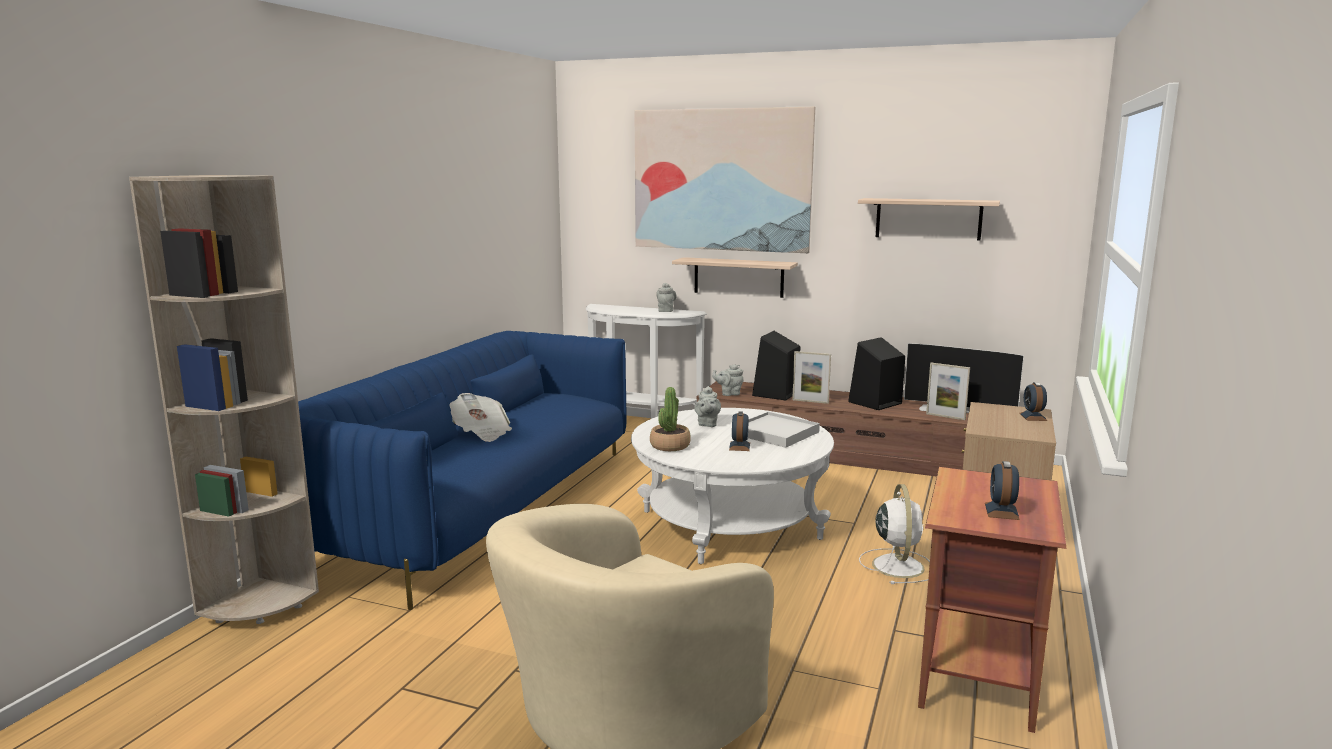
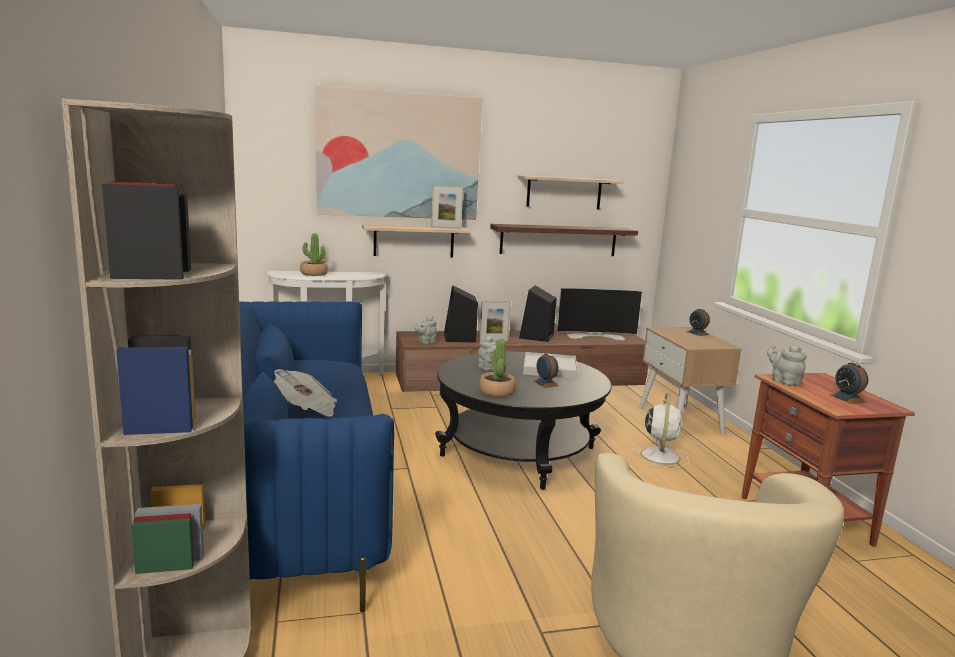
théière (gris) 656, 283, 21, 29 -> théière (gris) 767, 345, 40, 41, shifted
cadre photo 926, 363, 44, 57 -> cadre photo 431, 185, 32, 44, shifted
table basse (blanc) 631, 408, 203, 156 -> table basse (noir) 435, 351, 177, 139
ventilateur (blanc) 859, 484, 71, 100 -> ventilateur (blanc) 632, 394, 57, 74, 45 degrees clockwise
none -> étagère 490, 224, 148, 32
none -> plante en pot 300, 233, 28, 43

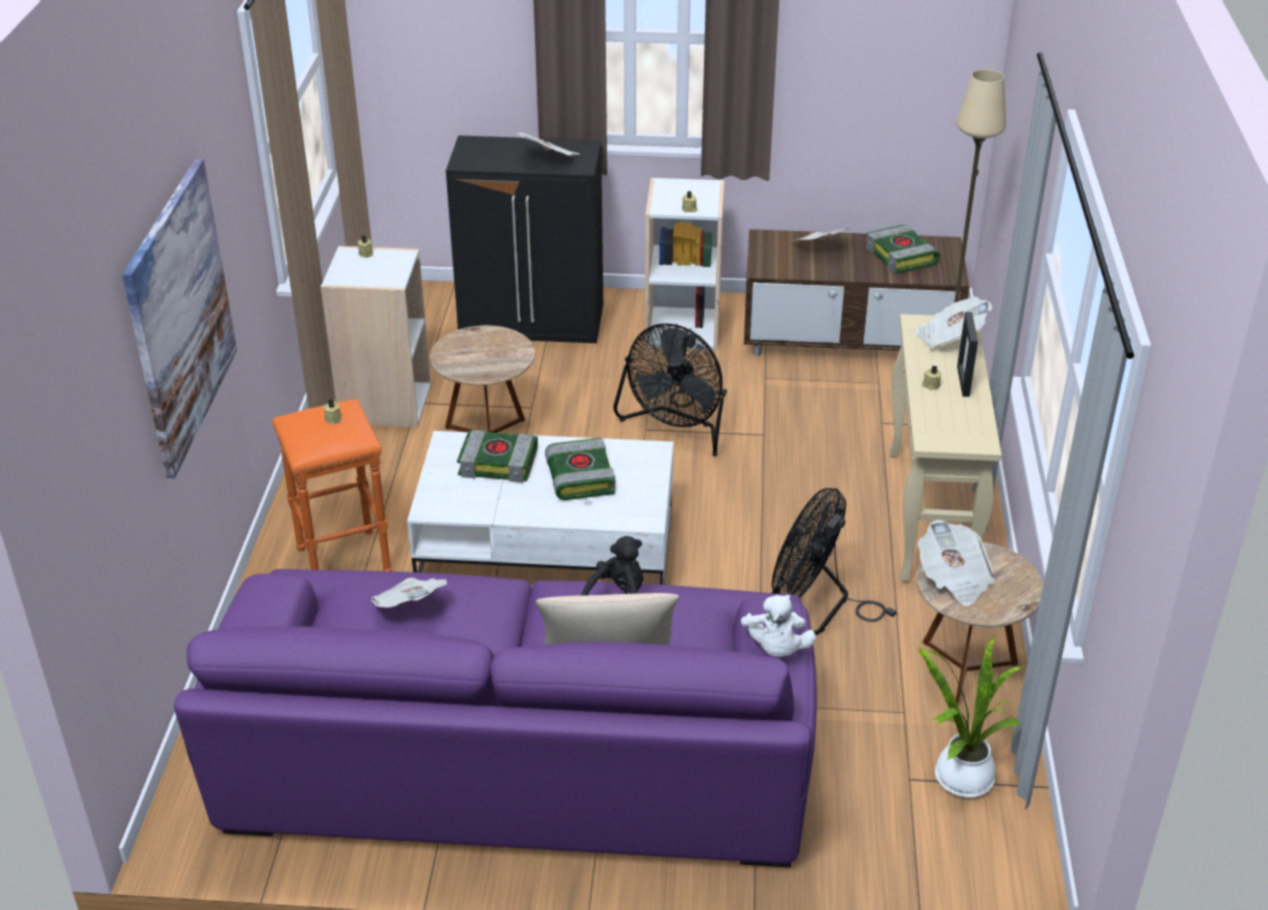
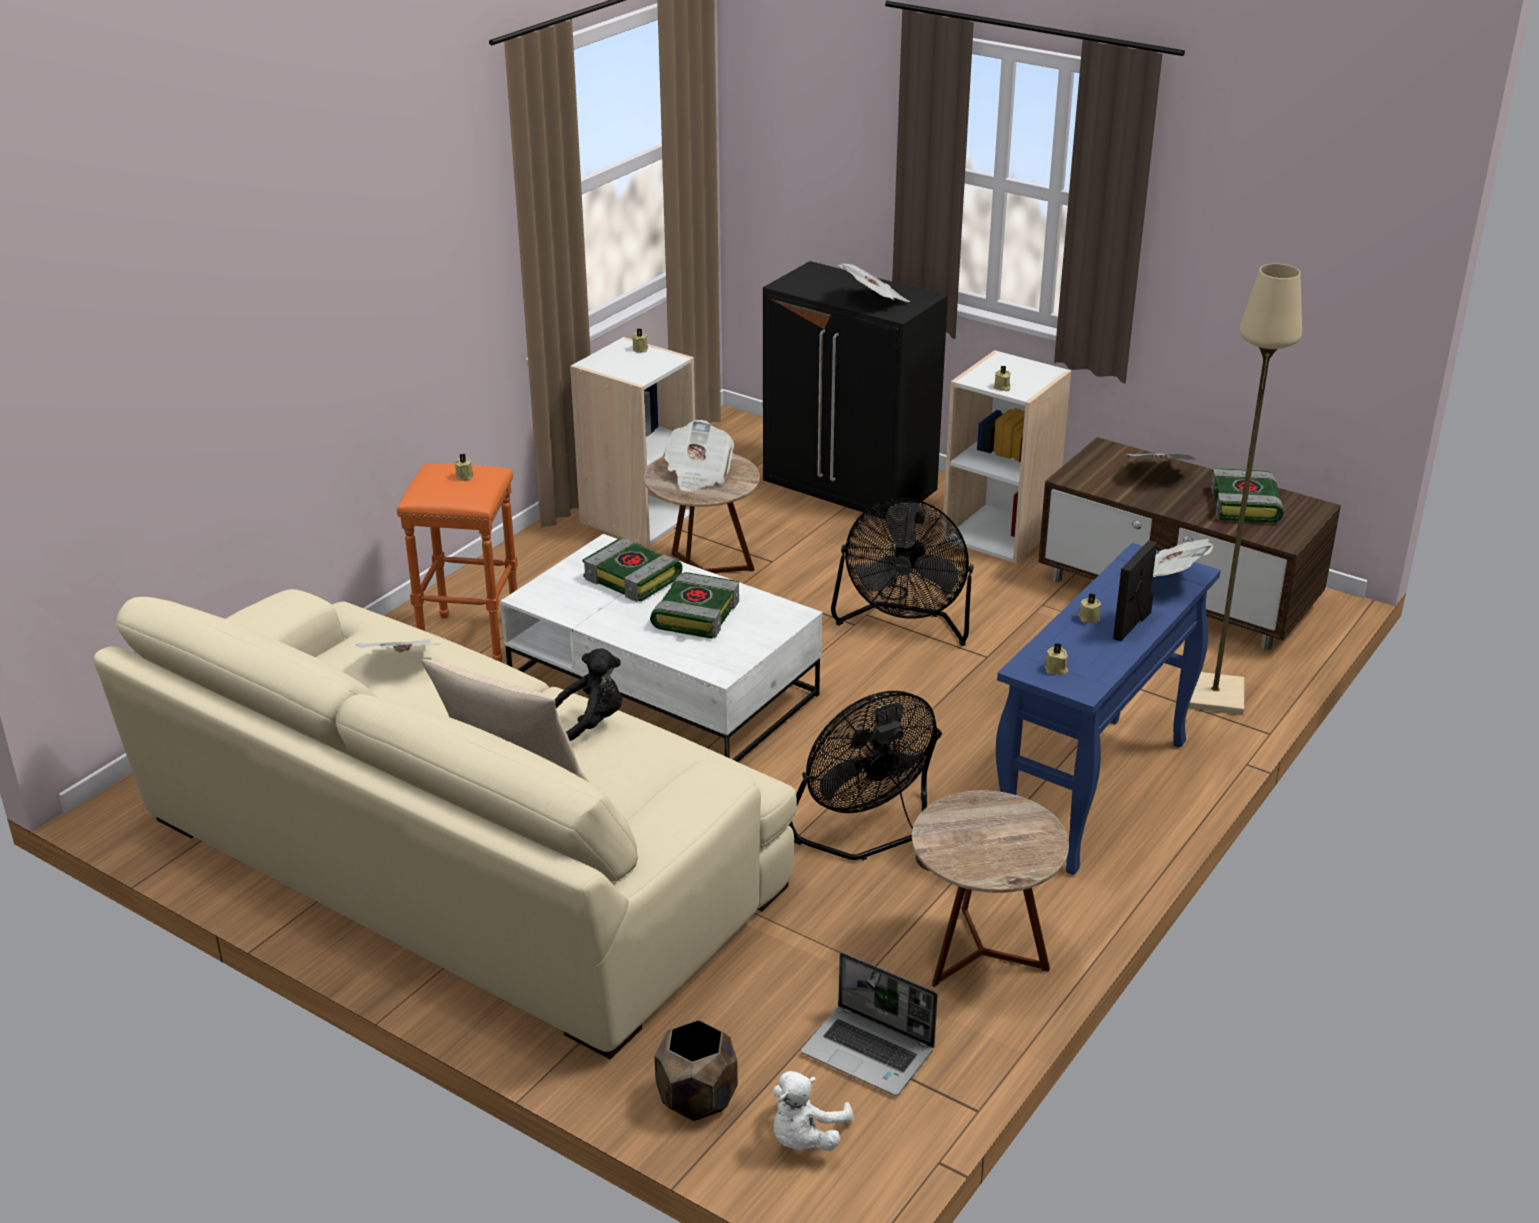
tableau 122, 159, 115, 319 -> none
table console (beige) 890, 314, 112, 269 -> table console (bleu) 996, 543, 225, 332
ventilateur (noir) 614, 324, 113, 132 -> ventilateur (noir) 831, 498, 143, 148, 45 degrees counterclockwise
journal 918, 519, 77, 87 -> journal 663, 420, 72, 71, shifted
canapé (violet) 174, 569, 643, 299 -> canapé (beige) 93, 589, 704, 471
peluche (blanc) 741, 594, 75, 63 -> peluche (blanc) 772, 1071, 82, 80, shifted
plante en pot 917, 636, 107, 162 -> ordinateur portable 801, 952, 137, 144
none -> bougie (beige) 1045, 643, 23, 32
none -> cache-pot (marron) 654, 1020, 84, 101

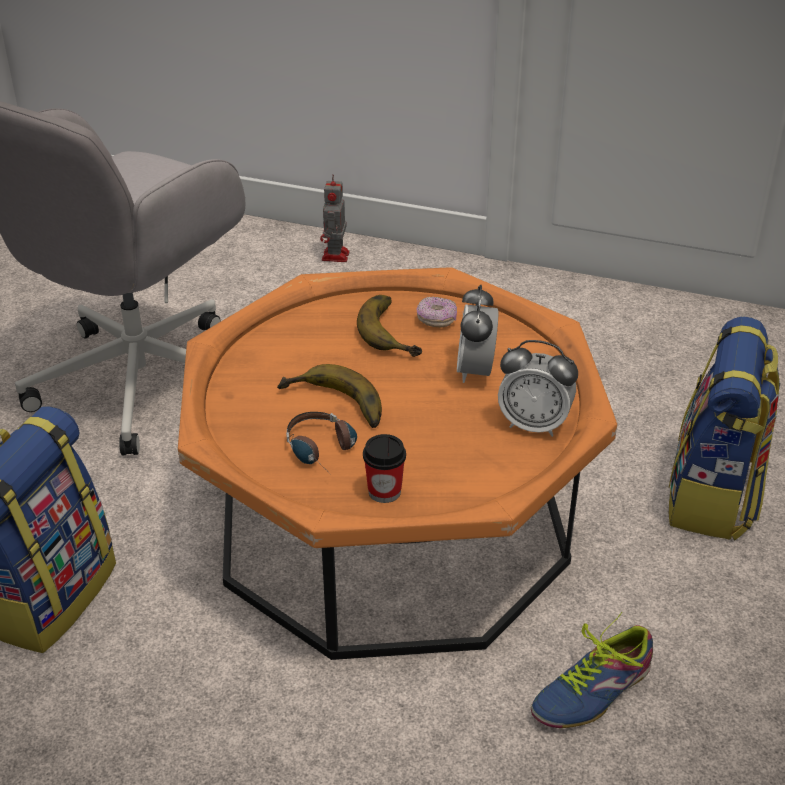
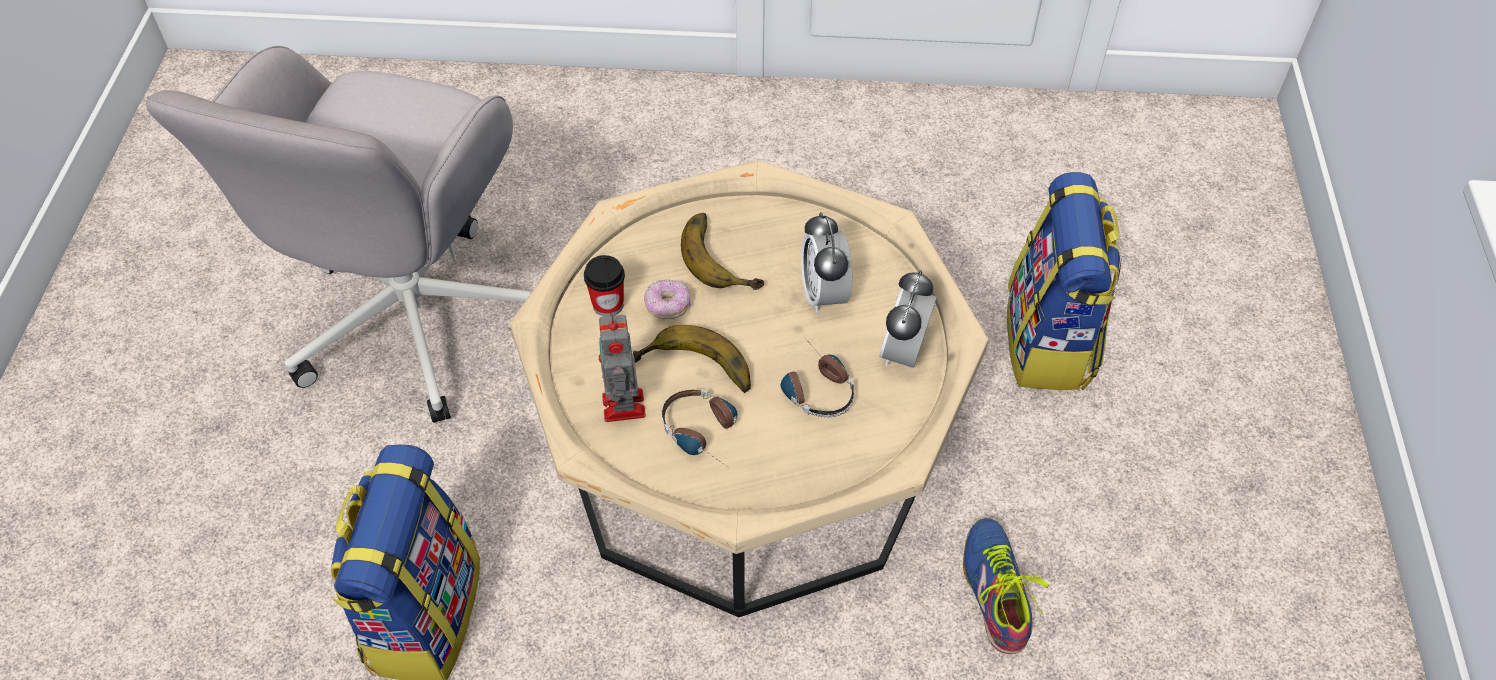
robot jouet 320, 175, 30, 87 -> robot jouet 599, 313, 47, 109, shifted
table basse (orange) 178, 267, 439, 393 -> table basse (beige) 510, 160, 478, 457
beignet 416, 297, 41, 31 -> beignet 644, 279, 46, 40, shifted
réveil 498, 340, 80, 97 -> réveil 879, 270, 58, 98, 105 degrees clockwise
tasse 363, 434, 43, 69 -> tasse 584, 255, 41, 62, shifted
chaussure 531, 612, 122, 116 -> chaussure 963, 518, 86, 136, 135 degrees clockwise
none -> casque audio 781, 337, 73, 81

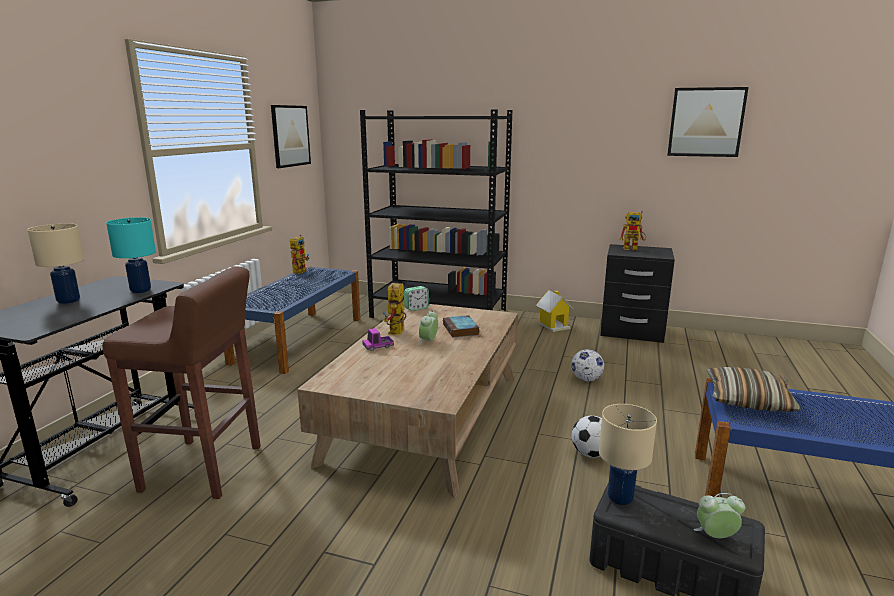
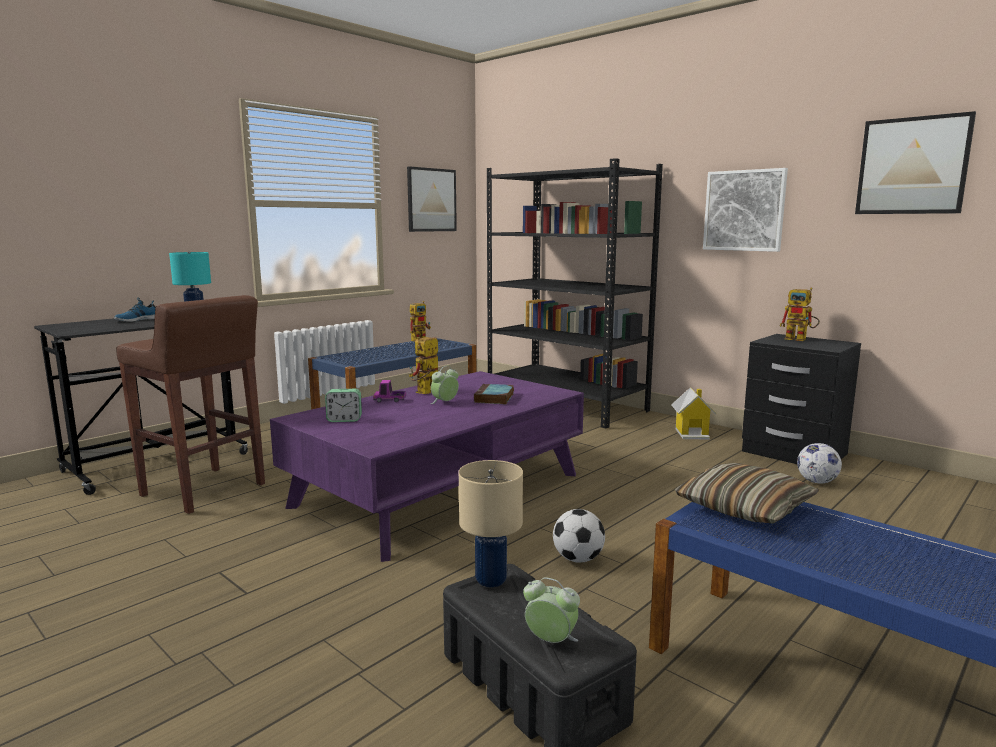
lampe de table (beige) 27, 223, 57, 81 -> chaussure 114, 298, 41, 24
réveil 404, 286, 25, 25 -> réveil 325, 389, 37, 33, shifted
table basse (marron) 297, 304, 221, 194 -> table basse (violet) 270, 371, 314, 191
ballon de foot 571, 349, 33, 32 -> ballon de foot 797, 443, 45, 41, shifted
none -> tableau 703, 168, 85, 84

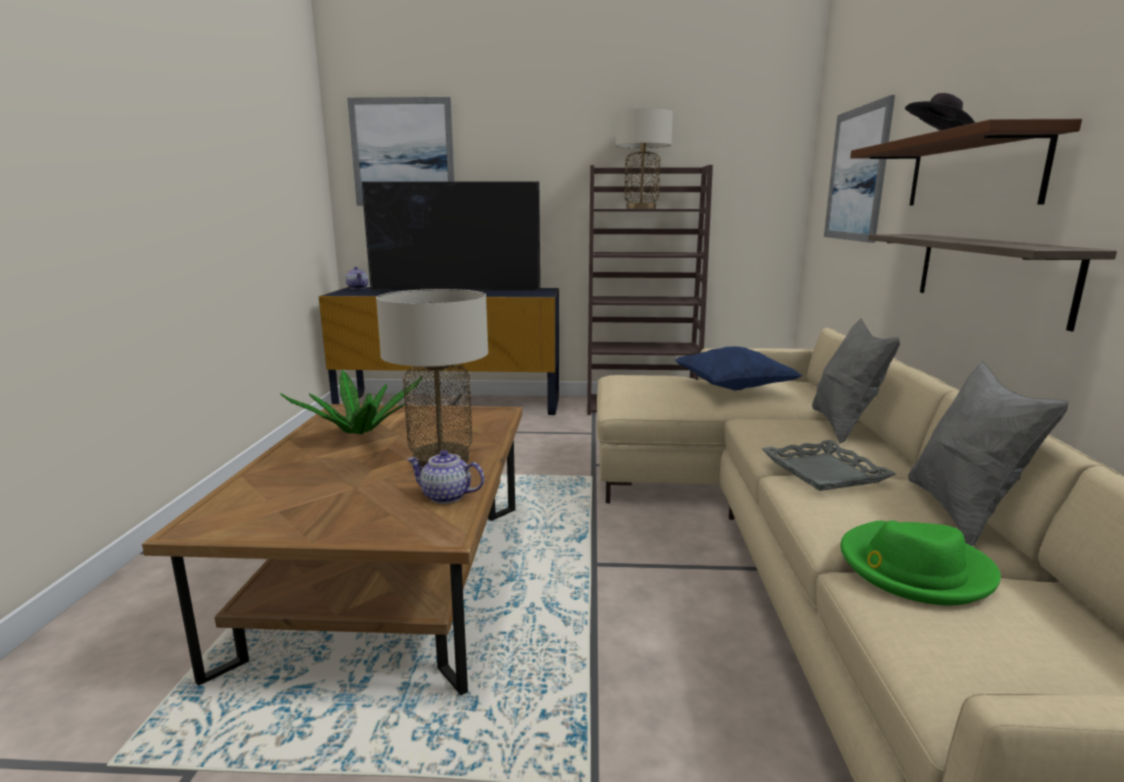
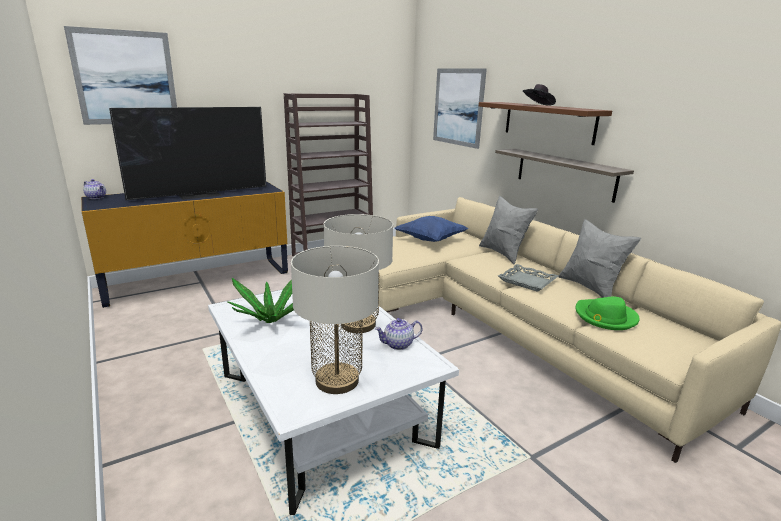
lampe de table 615, 108, 58, 101 -> lampe de table 291, 246, 88, 148, shifted
table basse (marron) 142, 404, 380, 291 -> table basse (blanc) 208, 290, 251, 225

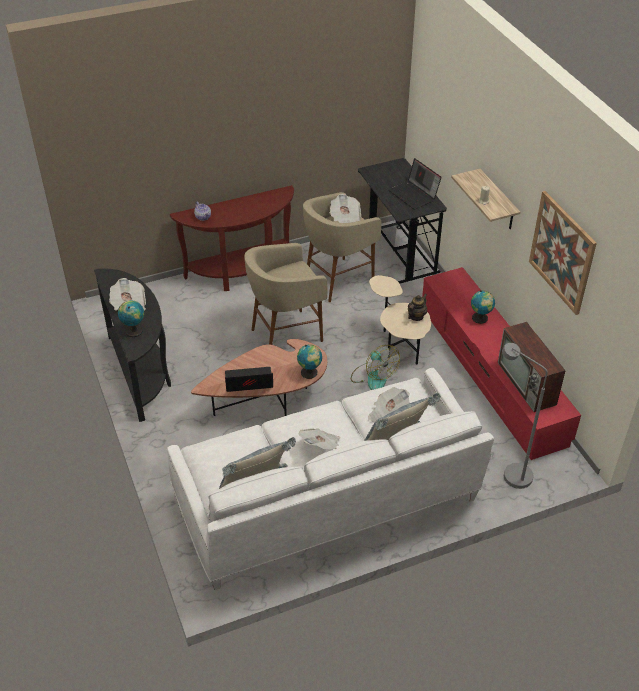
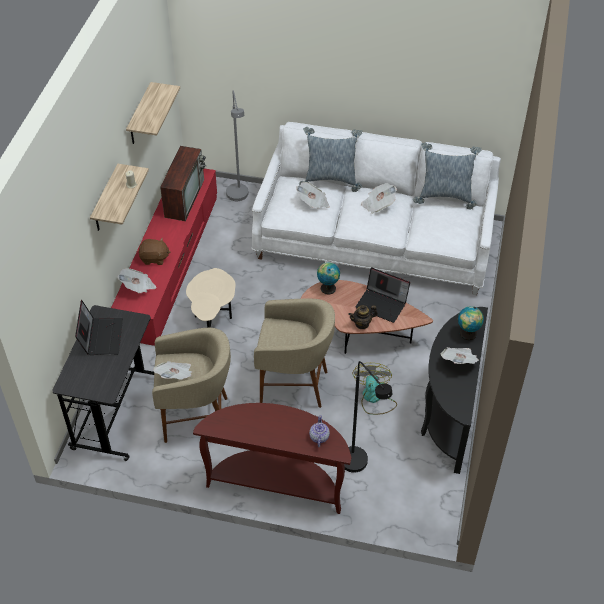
tableau 529, 191, 68, 124 -> étagère 126, 82, 54, 62
globe 471, 290, 24, 34 -> peluche (marron) 139, 238, 32, 27
théière 408, 294, 19, 27 -> théière 348, 305, 30, 24, shifted
ventilateur 351, 345, 49, 45 -> ventilateur 352, 363, 45, 52, shifted
none -> journal 117, 268, 40, 26
none -> lampadaire (noir) 344, 361, 48, 112

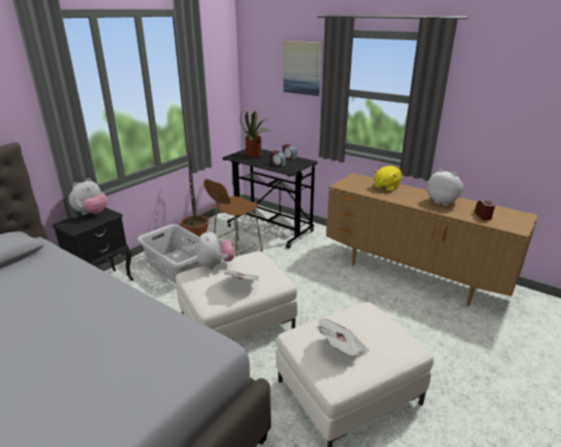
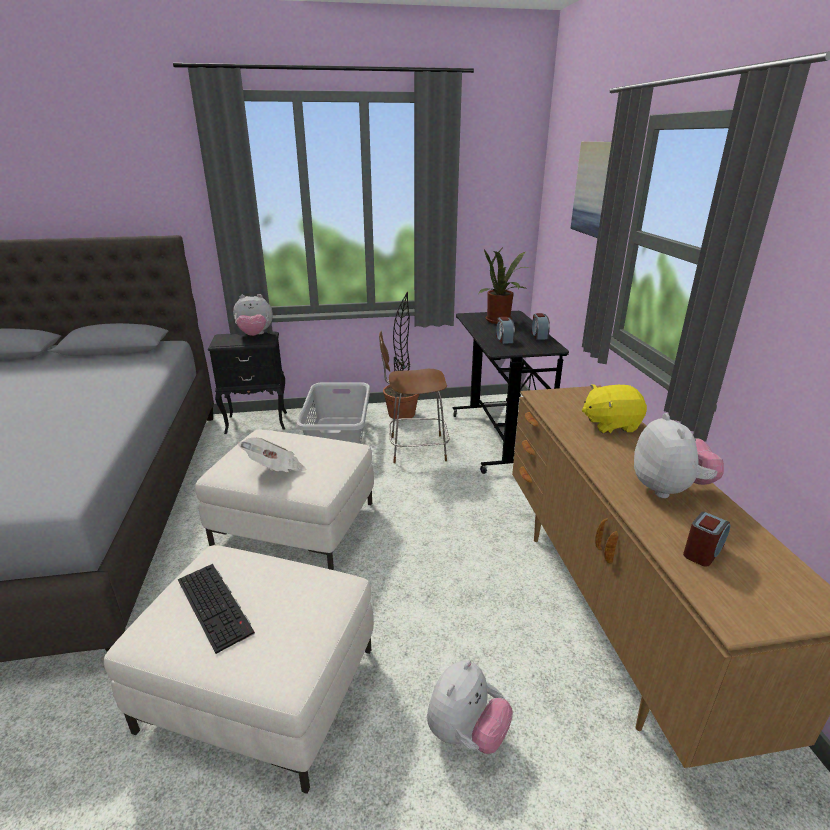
peluche 197, 229, 37, 41 -> peluche 427, 660, 86, 94, shifted
journal 316, 319, 54, 37 -> clavier 178, 564, 77, 90

